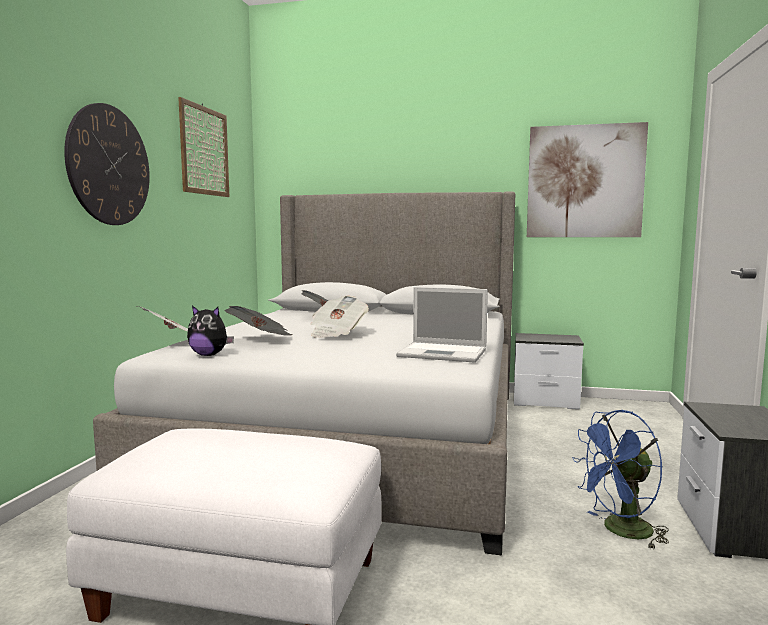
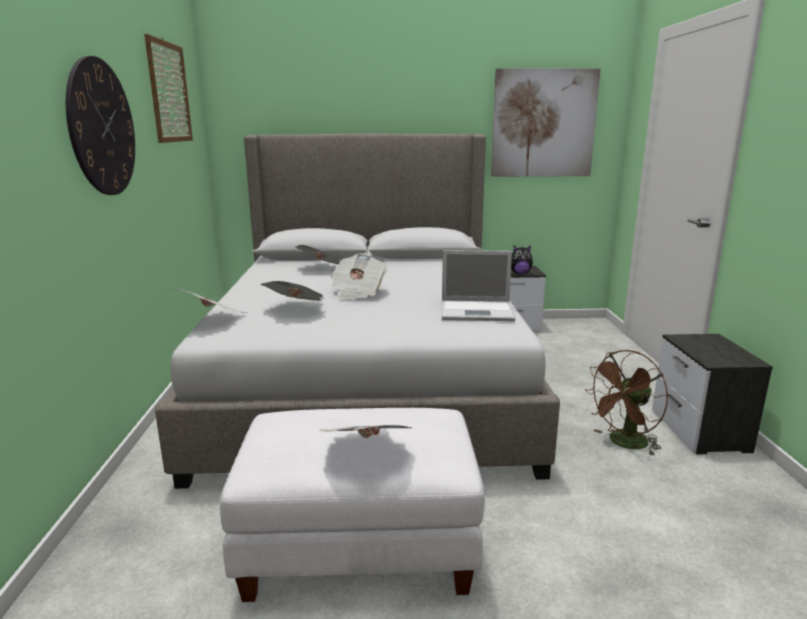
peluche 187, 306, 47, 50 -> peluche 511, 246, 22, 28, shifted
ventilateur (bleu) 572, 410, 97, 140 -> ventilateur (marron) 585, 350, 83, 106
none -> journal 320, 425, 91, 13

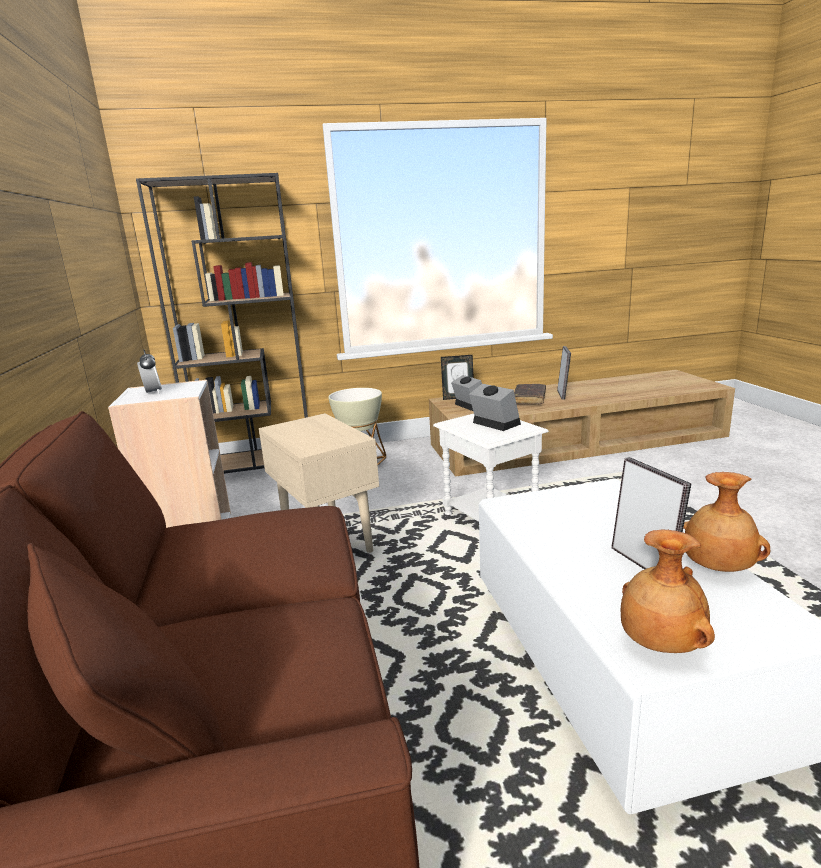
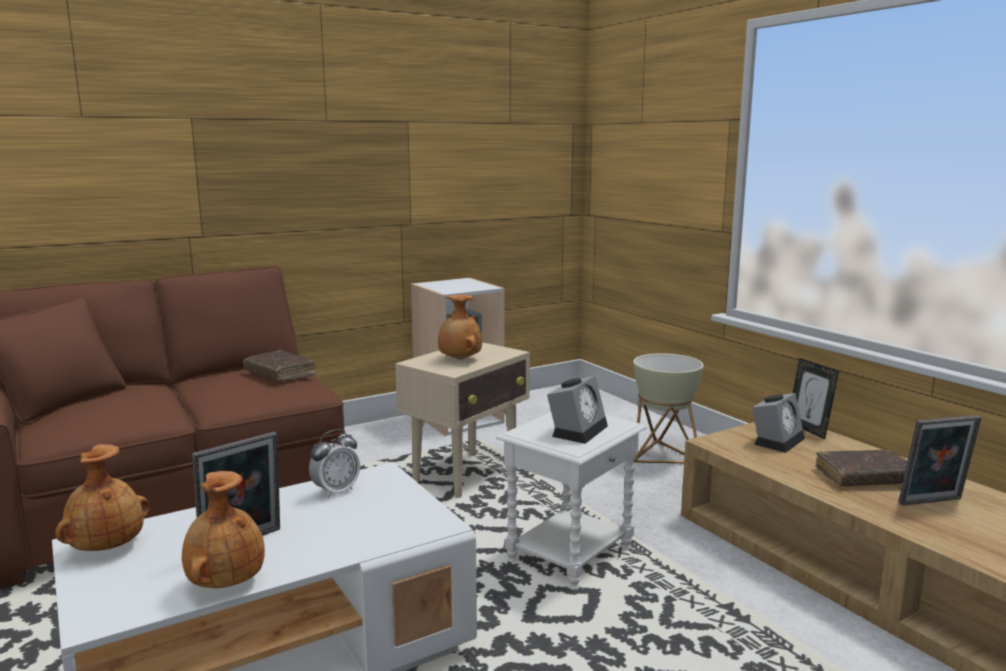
bibliothèque 136, 173, 172, 301 -> none
réveil 137, 349, 25, 45 -> réveil 309, 429, 51, 69, shifted
none -> vase (marron) 438, 295, 44, 65
none -> livre (marron) 243, 350, 73, 31

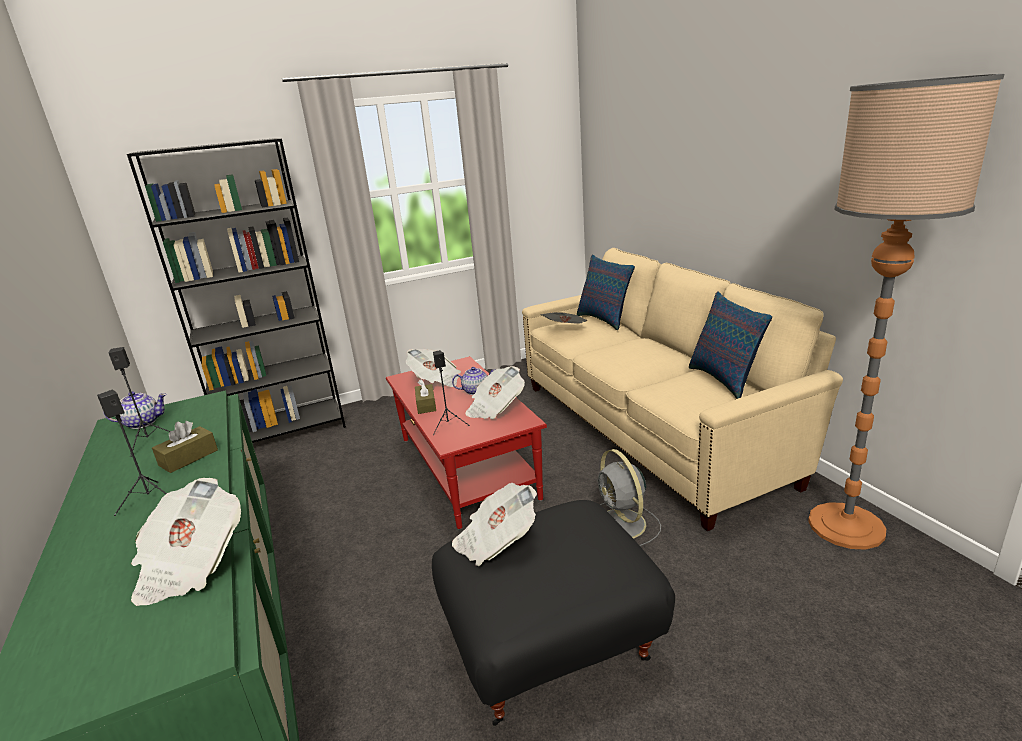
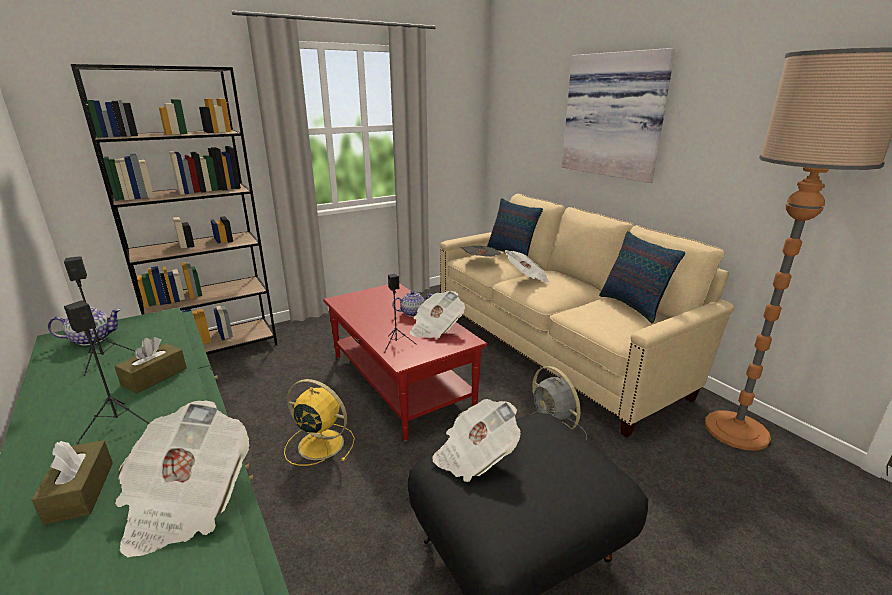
bibliothèque (noir) 127, 138, 219, 305 -> bibliothèque (beige) 71, 64, 206, 290
journal 405, 349, 56, 38 -> journal 505, 250, 45, 33, shifted
boîte à mouchoirs (marron) 415, 379, 21, 35 -> boîte à mouchoirs (marron) 32, 440, 81, 85, shifted
none -> tableau 562, 48, 113, 135
none -> ventilateur (jaune) 284, 379, 71, 87

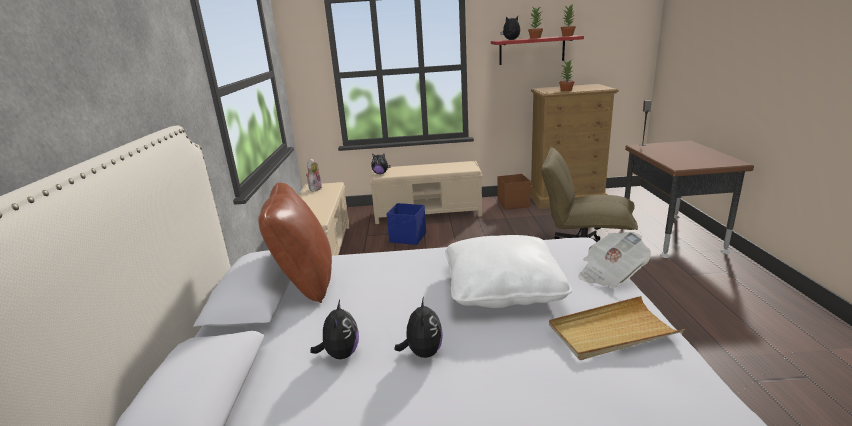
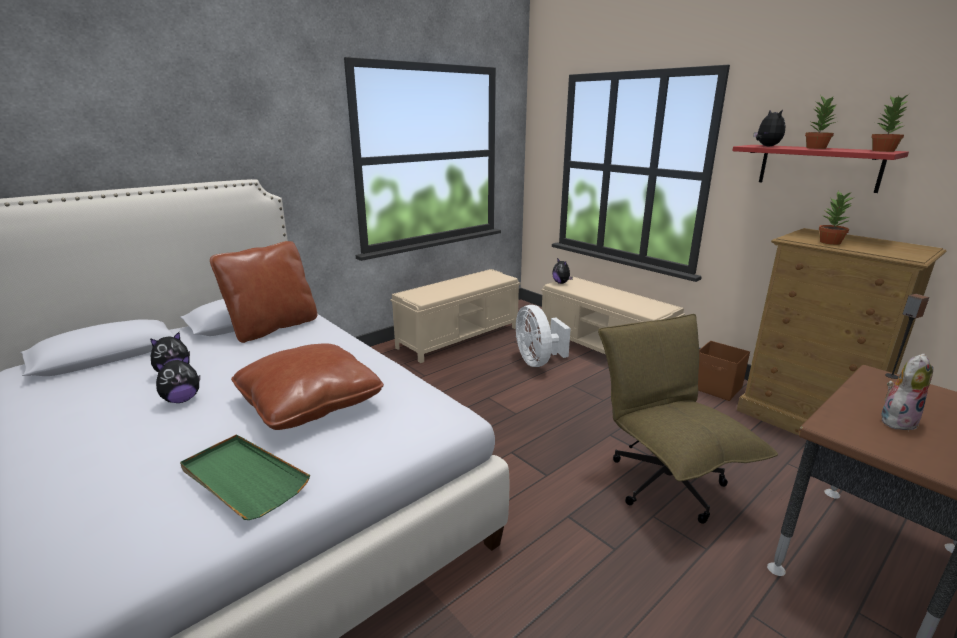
peluche 306, 158, 16, 33 -> peluche 881, 354, 52, 76, shifted
boîte de rangement (bleu) 386, 203, 40, 42 -> ventilateur (blanc) 516, 305, 55, 62
journal 578, 232, 73, 56 -> none
coussin (blanc) 445, 235, 127, 73 -> coussin (marron) 231, 343, 153, 87
plateau (beige) 549, 296, 136, 64 -> plateau (vert) 180, 434, 130, 86

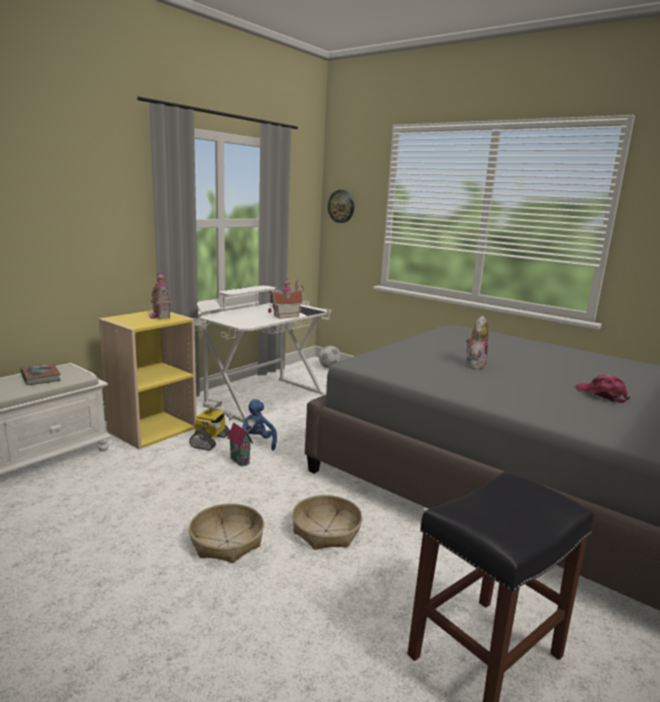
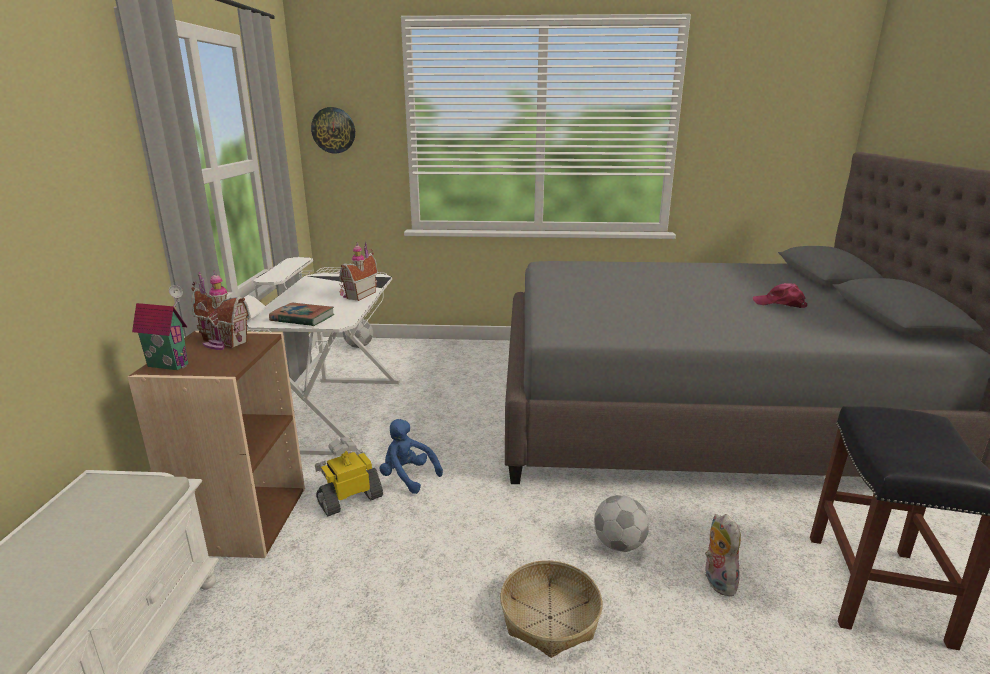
bibliothèque (jaune) 99, 310, 98, 139 -> bibliothèque (marron) 128, 331, 177, 227
peluche 466, 316, 22, 53 -> peluche 705, 514, 36, 82, shifted
livre 20, 363, 41, 22 -> livre 269, 303, 65, 23, shifted
robot jouet 189, 399, 44, 52 -> robot jouet 315, 437, 68, 79, 105 degrees counterclockwise
maison miniature 227, 419, 28, 48 -> maison miniature 132, 285, 56, 85, shifted
panier 292, 495, 71, 55 -> ballon de foot 594, 495, 55, 57

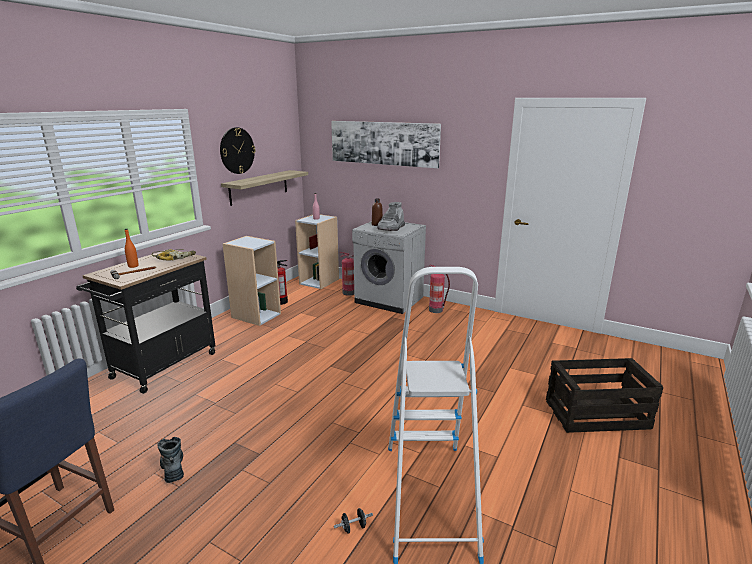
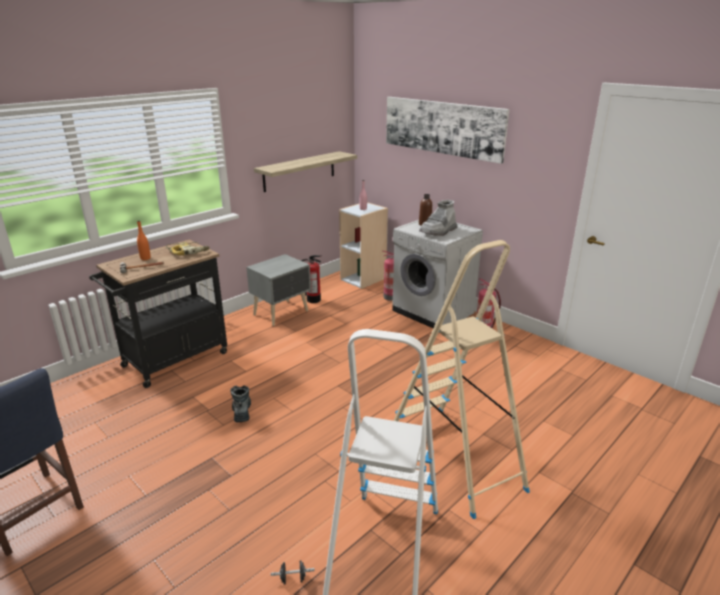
horloge murale 220, 127, 36, 47 -> none
bibliothèque 223, 236, 58, 90 -> table de chevet (gris) 246, 254, 65, 72
caisse 546, 358, 117, 75 -> none
botte 157, 437, 27, 46 -> botte 230, 386, 21, 36, shifted
none -> escabeau (beige) 394, 240, 136, 279

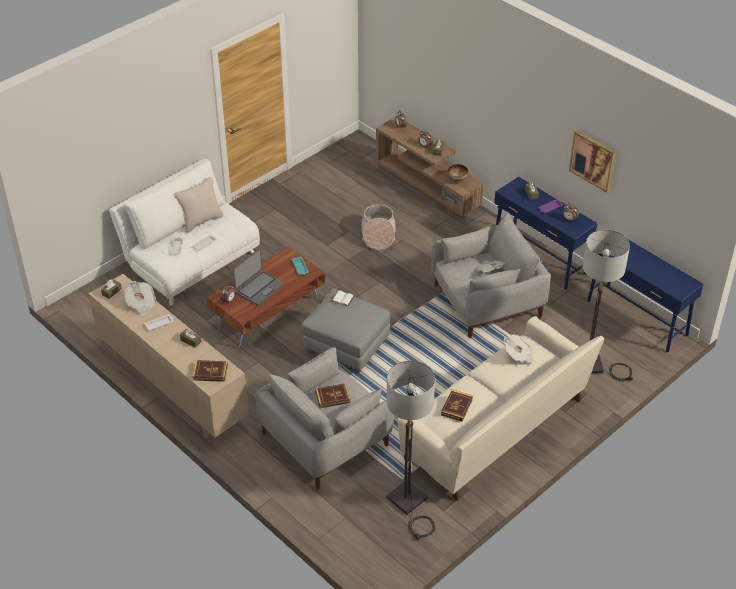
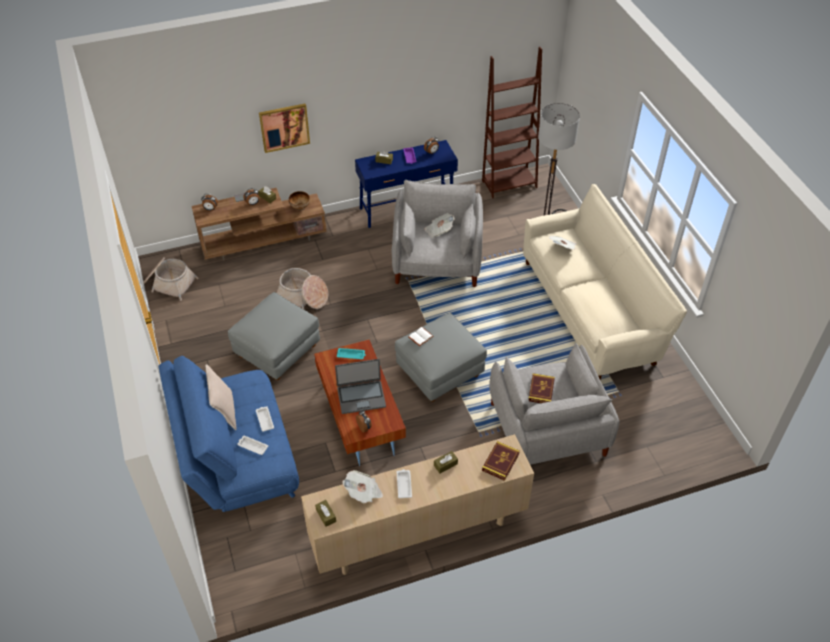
tableau 569, 131, 47, 62 -> tableau 259, 104, 51, 49, shifted
canapé (blanc) 109, 159, 151, 147 -> canapé (bleu) 159, 356, 140, 156
table console (bleu) 587, 240, 117, 112 -> bibliothèque (marron) 482, 46, 60, 152
ordinateur portable 233, 248, 51, 58 -> ordinateur portable 335, 359, 51, 55, 105 degrees clockwise
lampadaire 386, 361, 49, 180 -> none
livre 441, 390, 32, 32 -> none
none -> panier 143, 257, 55, 44
none -> pouf (gris) 228, 292, 92, 88

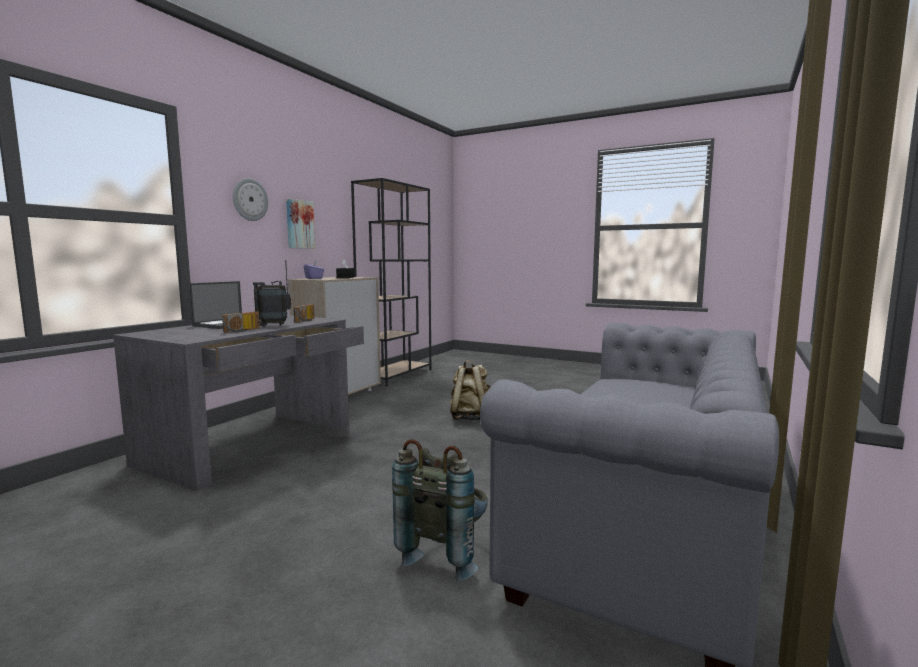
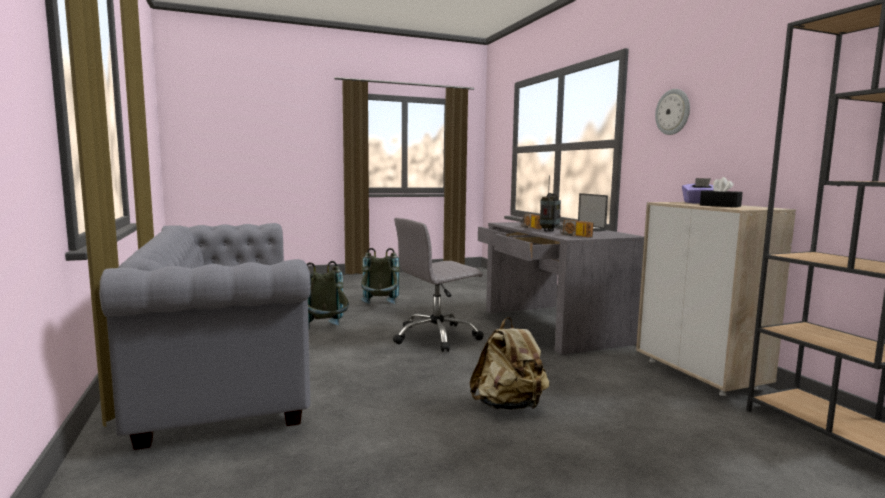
tableau 286, 199, 29, 50 -> none
none -> chaise de bureau (gris) 393, 218, 91, 134
none -> sac à dos (gris) 361, 248, 38, 56

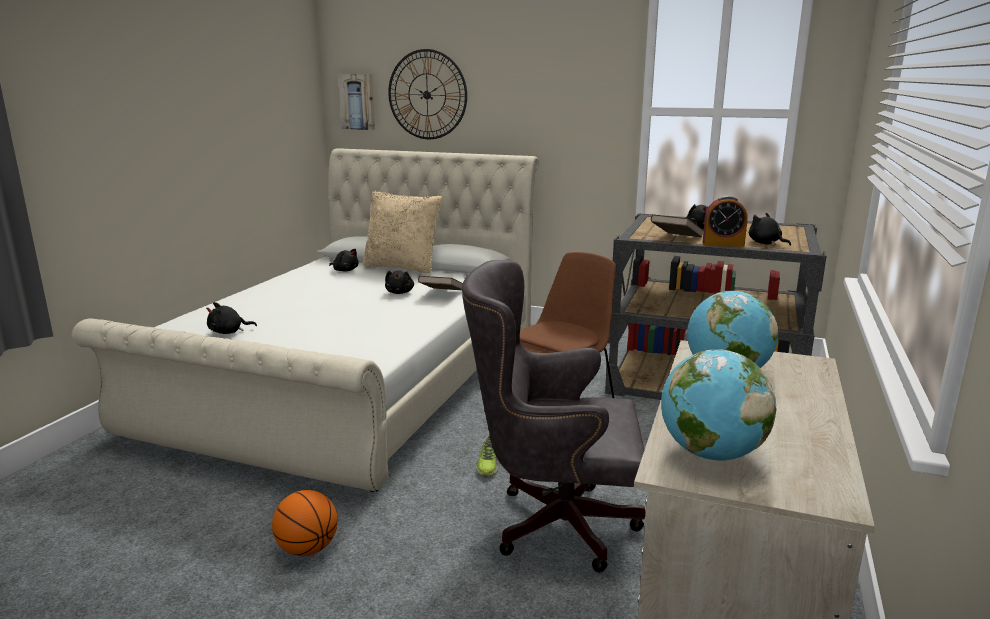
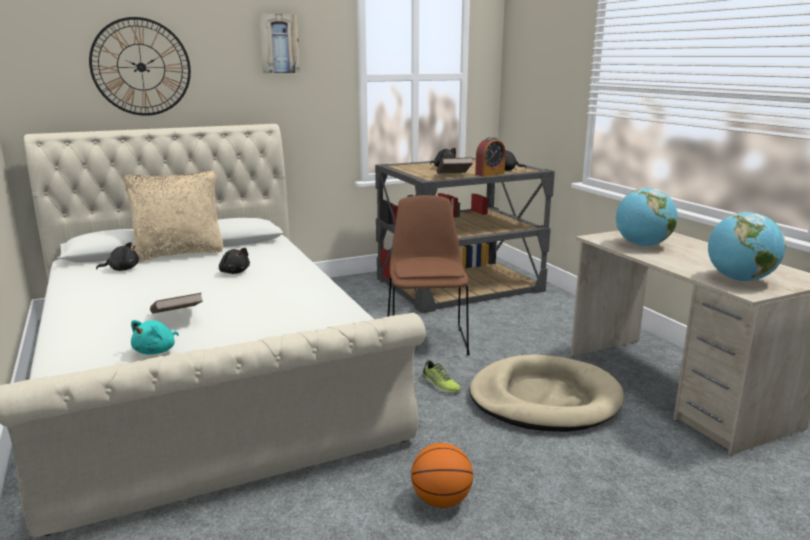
tableau 338, 74, 37, 56 -> tableau 259, 14, 41, 59, shifted
chaise de bureau (gris) 462, 260, 183, 312 -> panier pour chien (beige) 470, 355, 154, 77
livre (marron) 418, 276, 45, 14 -> livre (marron) 150, 293, 53, 21, shifted
peluche (noir) 206, 302, 51, 32 -> peluche (turquoise) 131, 320, 48, 34

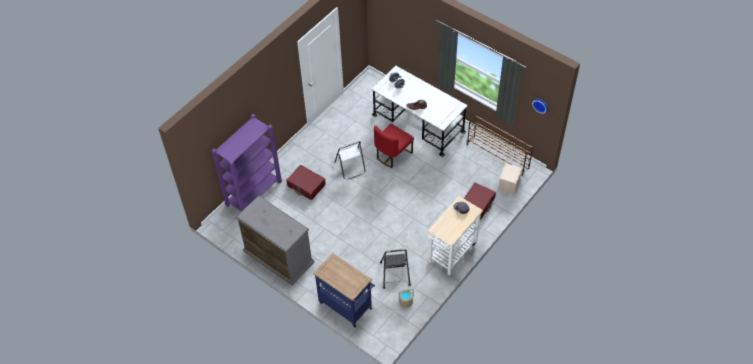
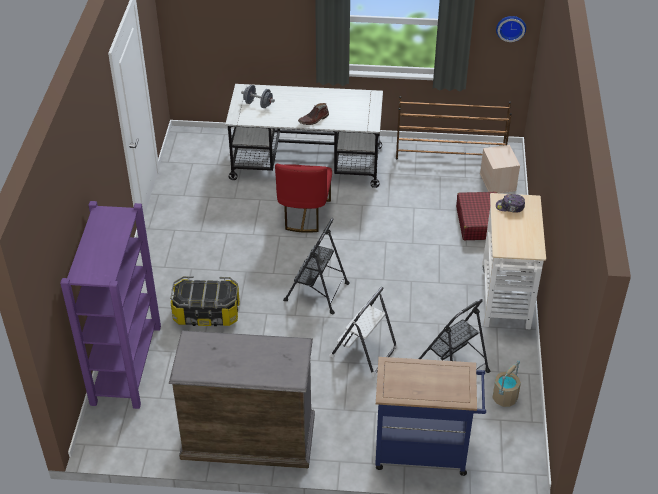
escabeau (blanc) 334, 141, 32, 40 -> escabeau (blanc) 329, 287, 68, 90, shifted
valise (rouge) 286, 165, 40, 35 -> boîte de rangement 170, 276, 70, 50
none -> escabeau (noir) 283, 218, 67, 96

